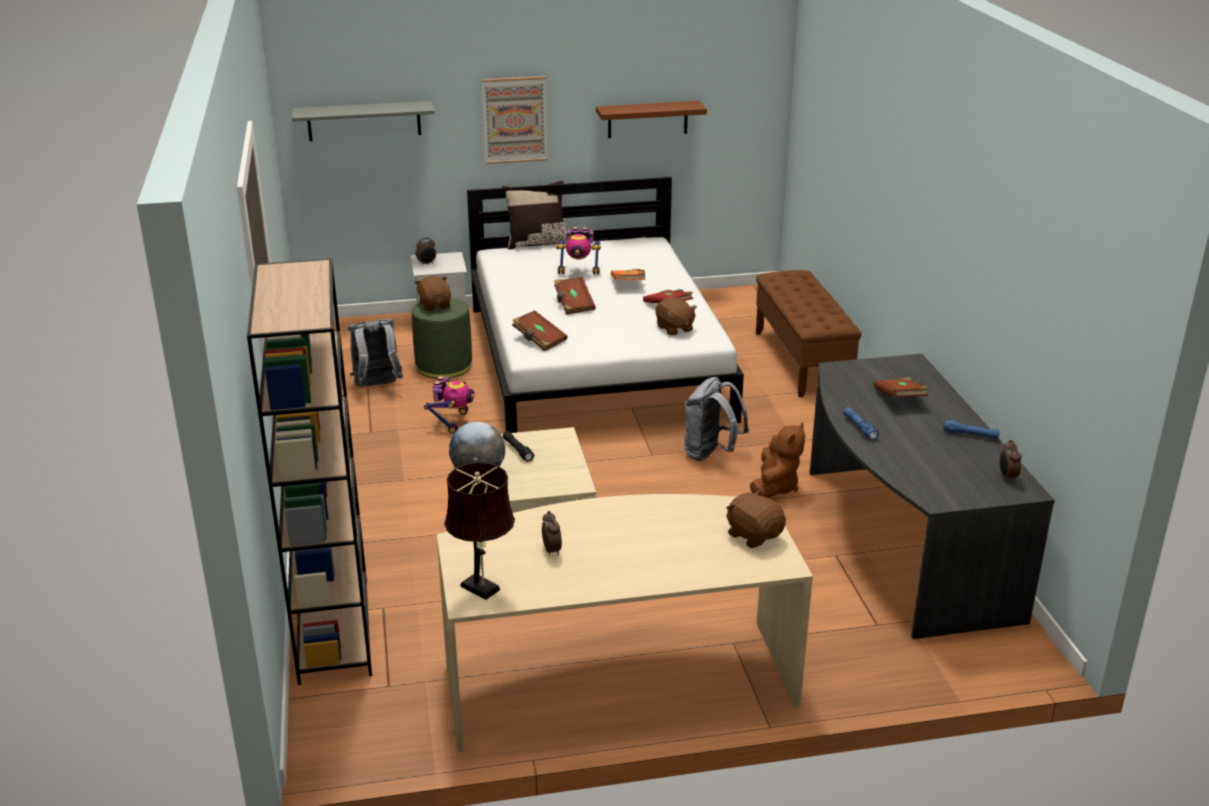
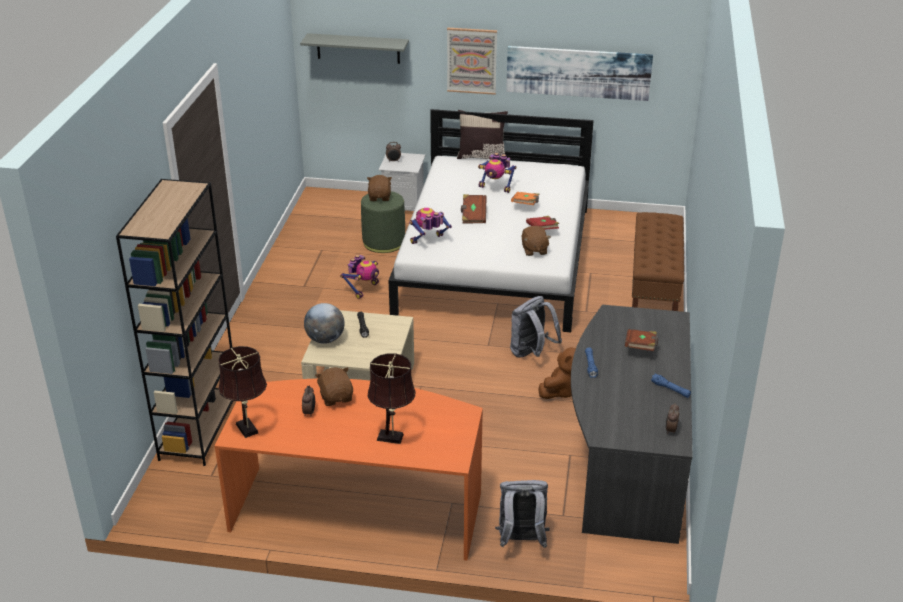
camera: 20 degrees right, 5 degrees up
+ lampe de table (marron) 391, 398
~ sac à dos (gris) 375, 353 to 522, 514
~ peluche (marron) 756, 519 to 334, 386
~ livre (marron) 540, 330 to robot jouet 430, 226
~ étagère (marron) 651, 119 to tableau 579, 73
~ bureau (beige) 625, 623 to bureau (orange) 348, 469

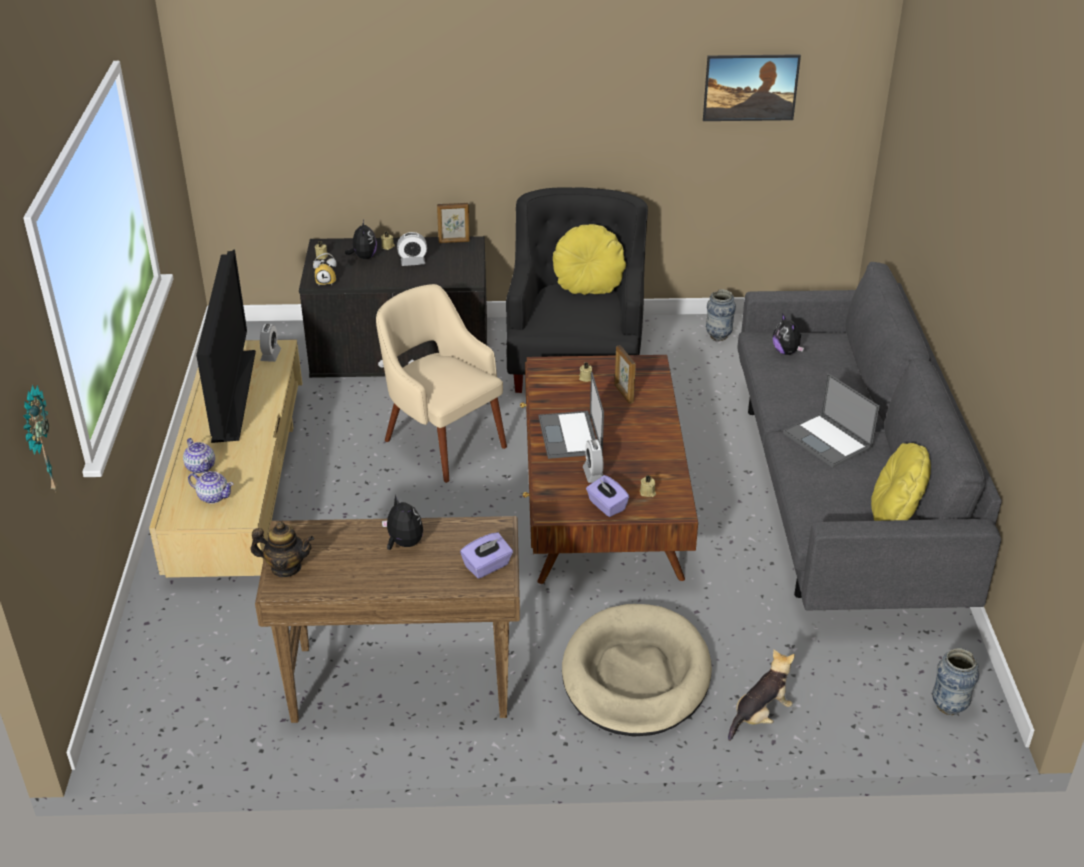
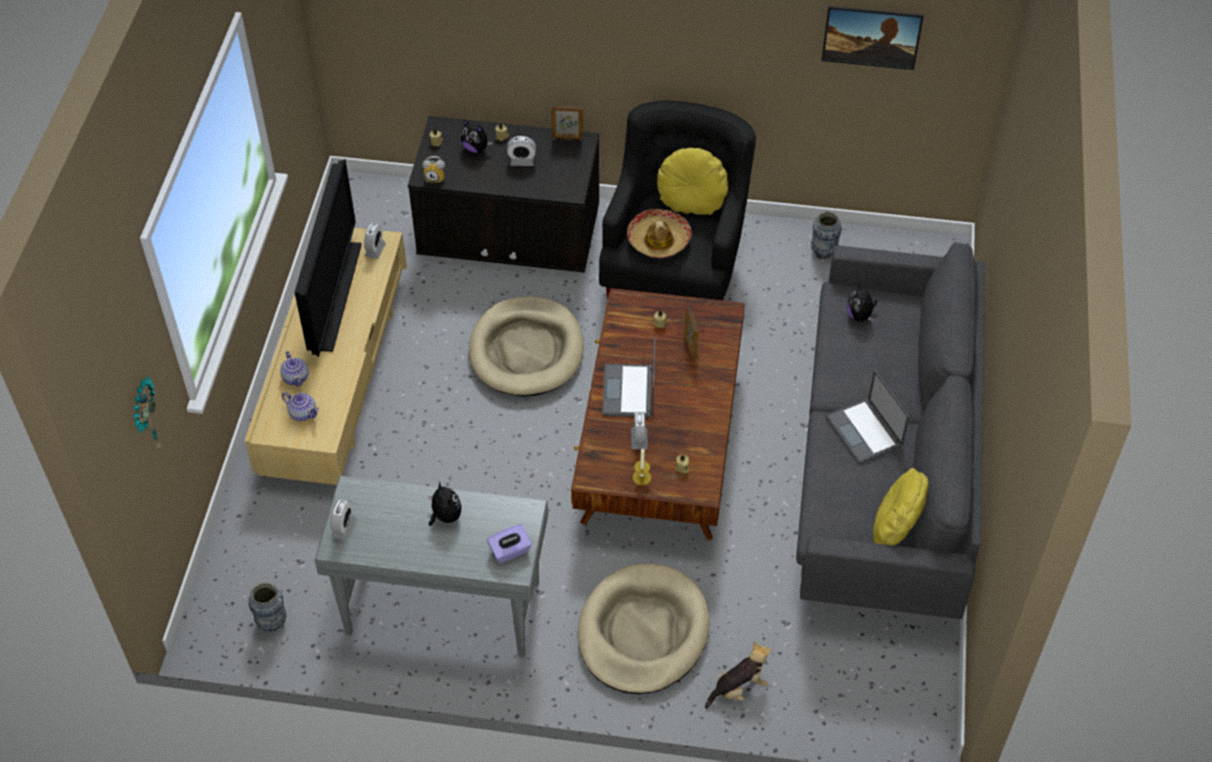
camera: 10 degrees right, 15 degrees up
+ chapeau 659, 233
~ vase 955, 681 to 267, 607
~ théière 282, 549 to réveil 344, 519
~ fauteuil (beige) 441, 383 to panier pour chien (beige) 526, 346
~ boîte à mouchoirs (violet) 607, 496 to bougie 642, 467
~ table console (marron) 387, 619 to table console (gris) 431, 567
~ peluche 361, 239 = 477, 136 120 degrees clockwise

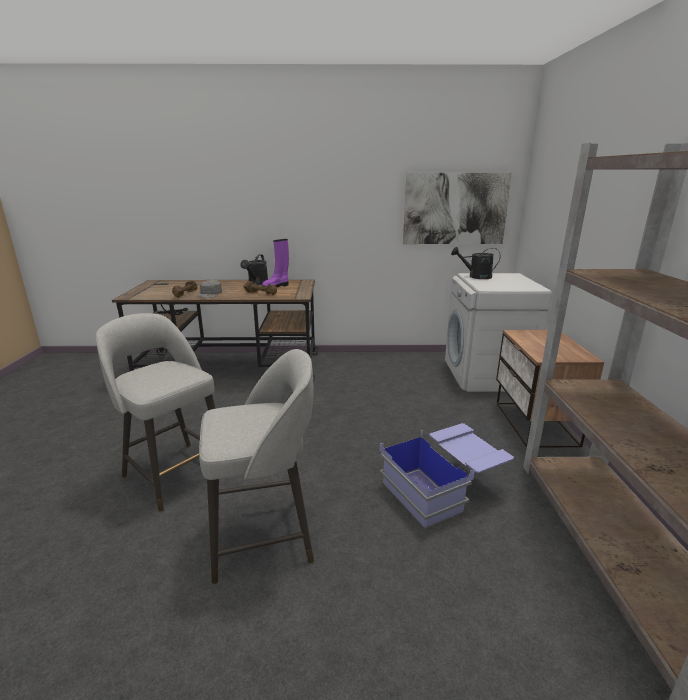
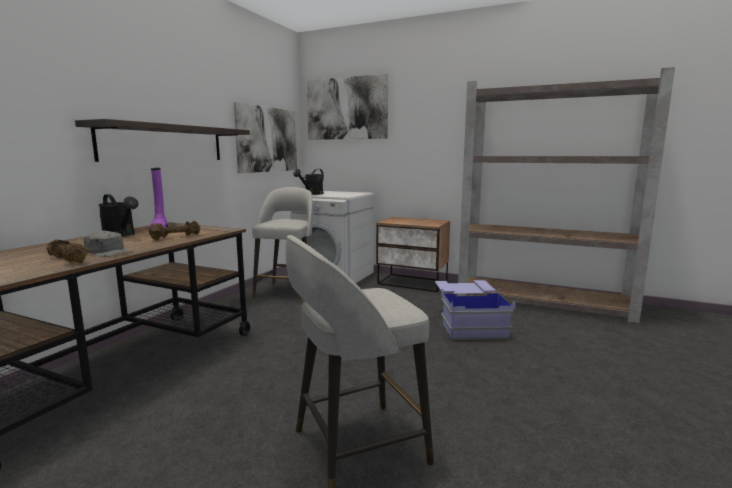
camera: 65 degrees left, 10 degrees down
+ étagère 162, 140
+ tableau 347, 107
~ tabouret (gris) 256, 466 to 282, 244

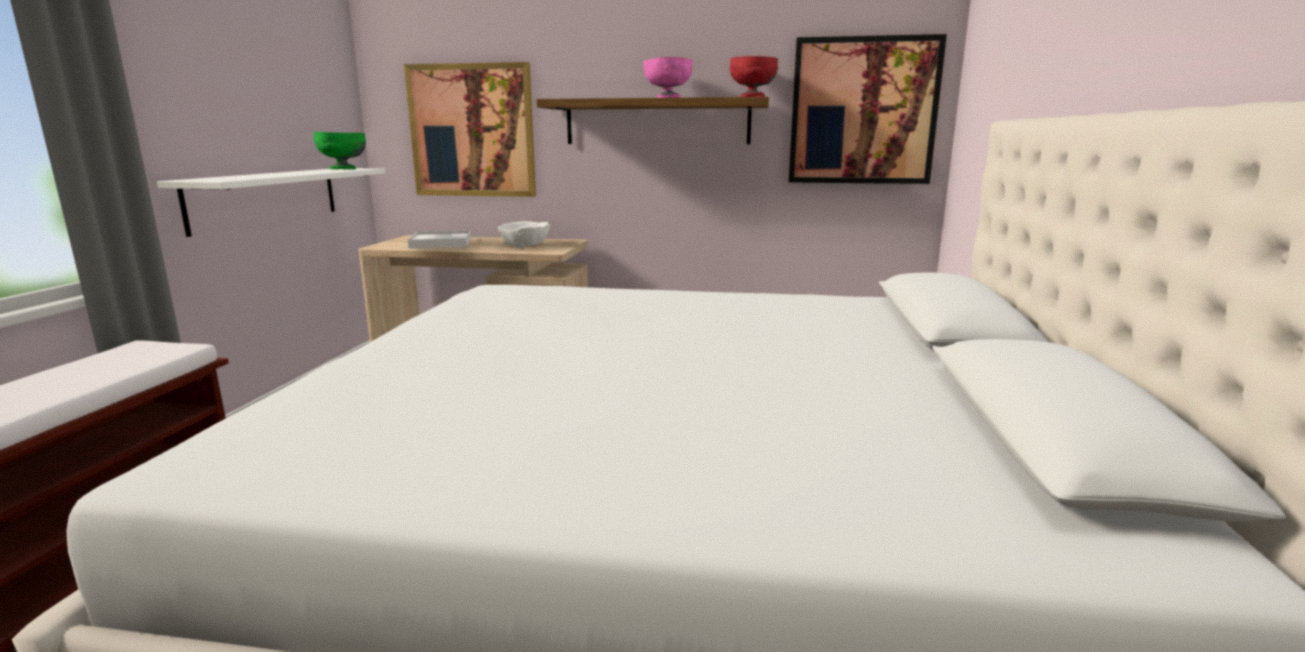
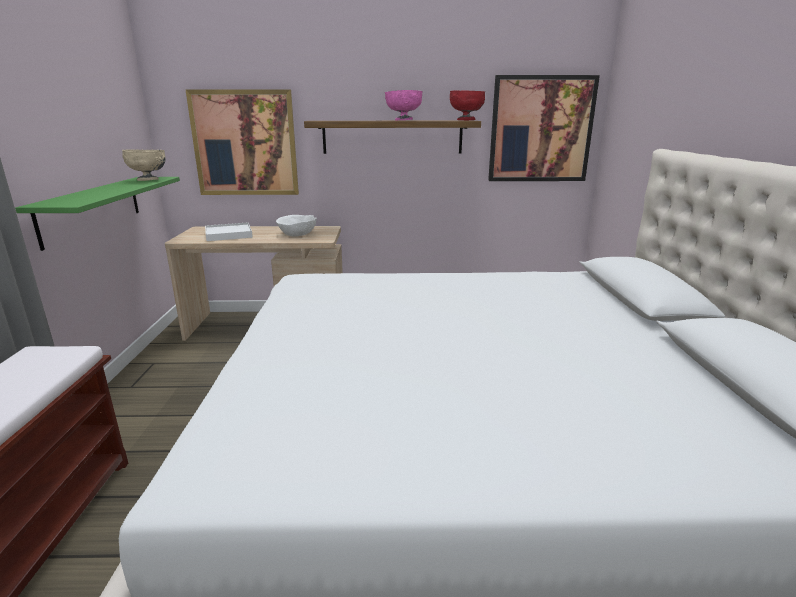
camera: 10 degrees left, 5 degrees up
~ étagère (blanc) 271, 202 to étagère (vert) 97, 214
~ bol (vert) 340, 150 to bol (beige) 143, 165

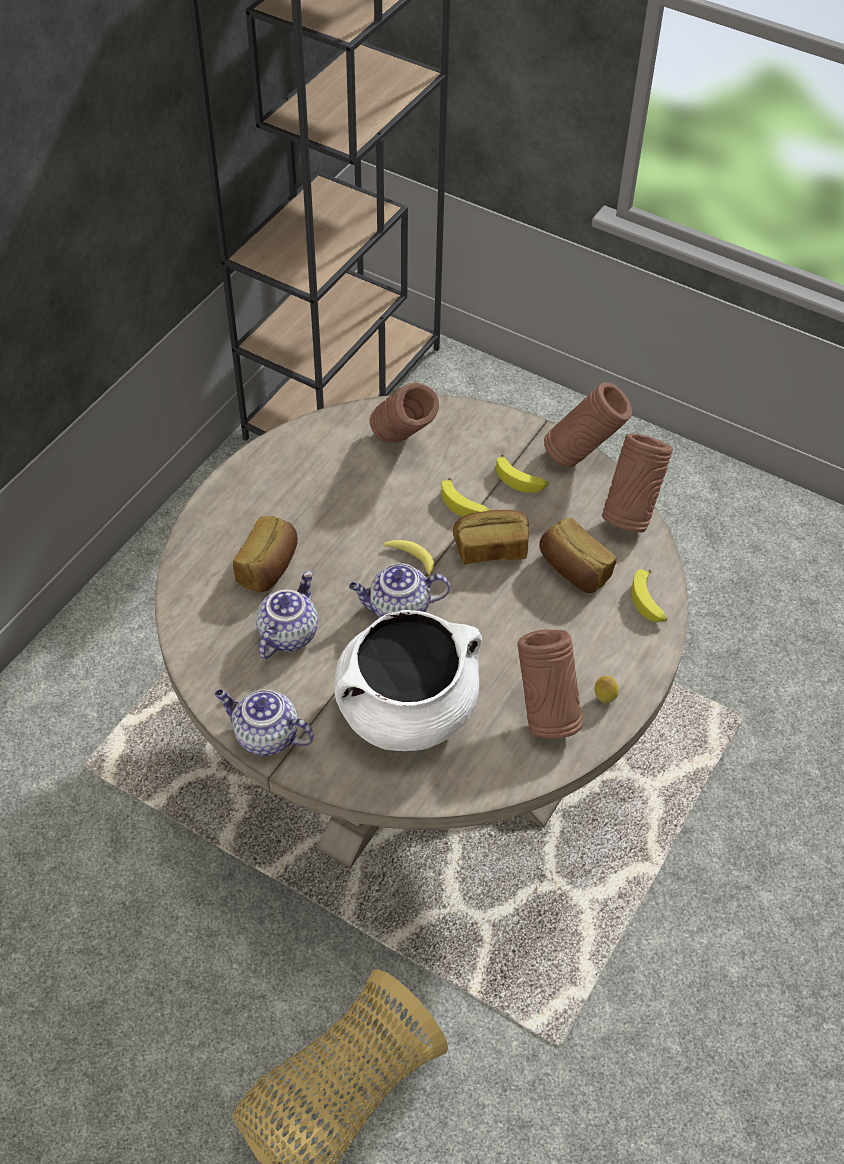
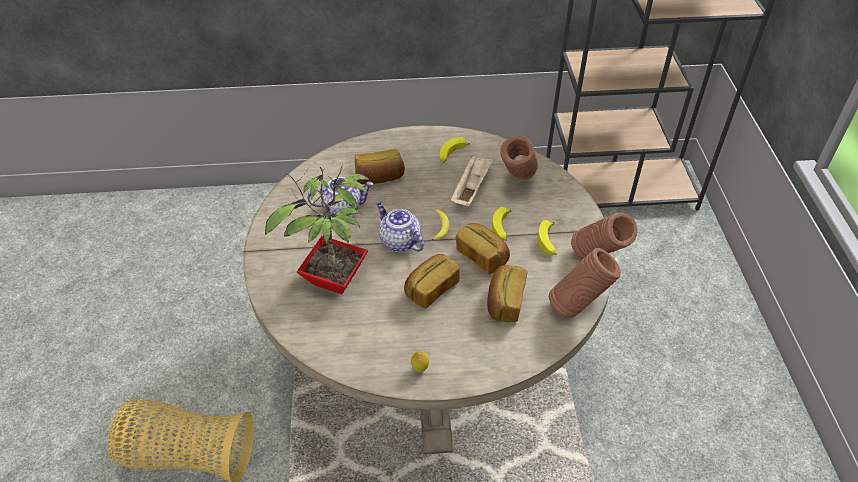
camera: 55 degrees right, 5 degrees down
- théière 264, 722
- vase (marron) 550, 684
+ pain 432, 281
+ plateau (beige) 471, 181
~ banane 649, 595 to 454, 150
~ marmite (blanc) 408, 680 to plante en pot 317, 229

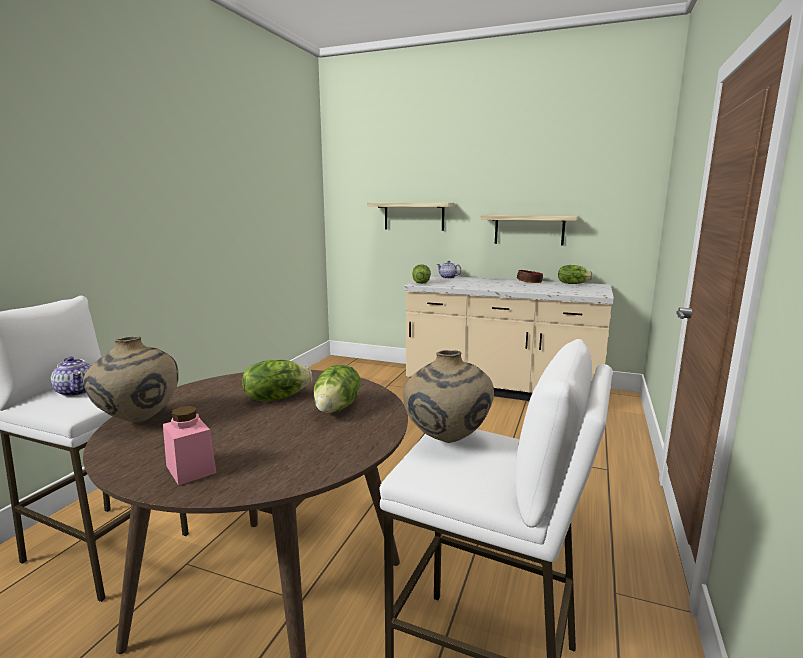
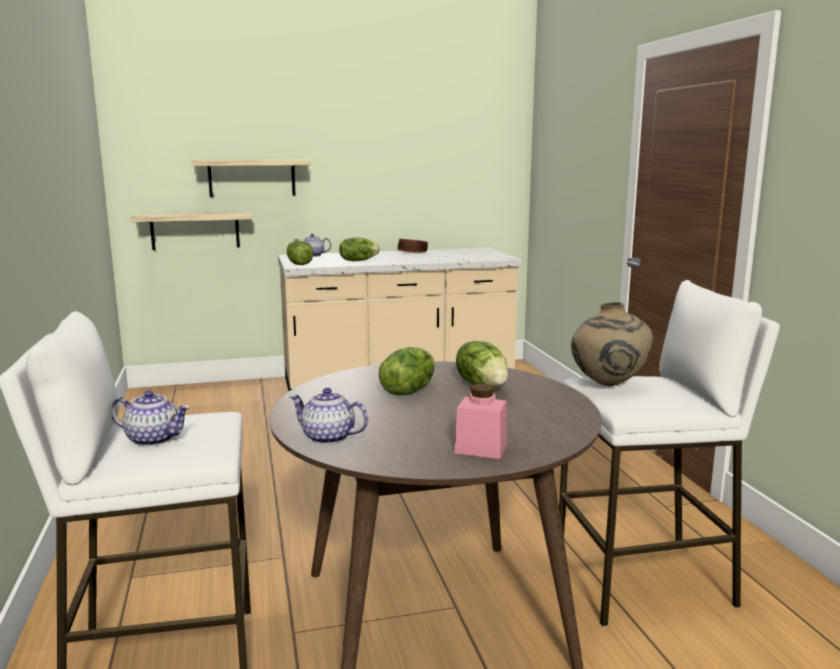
camera: 35 degrees left, 0 degrees up
~ étagère 529, 230 to 191, 231
~ laitue 575, 274 to 359, 249
~ vase (beige) 131, 379 to théière 328, 416

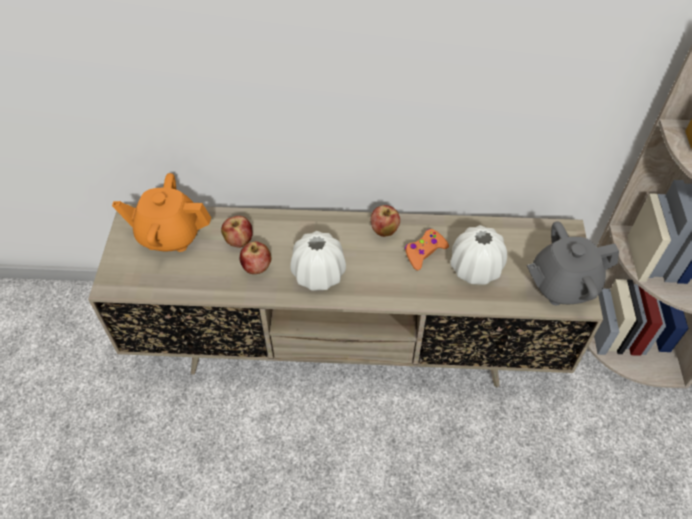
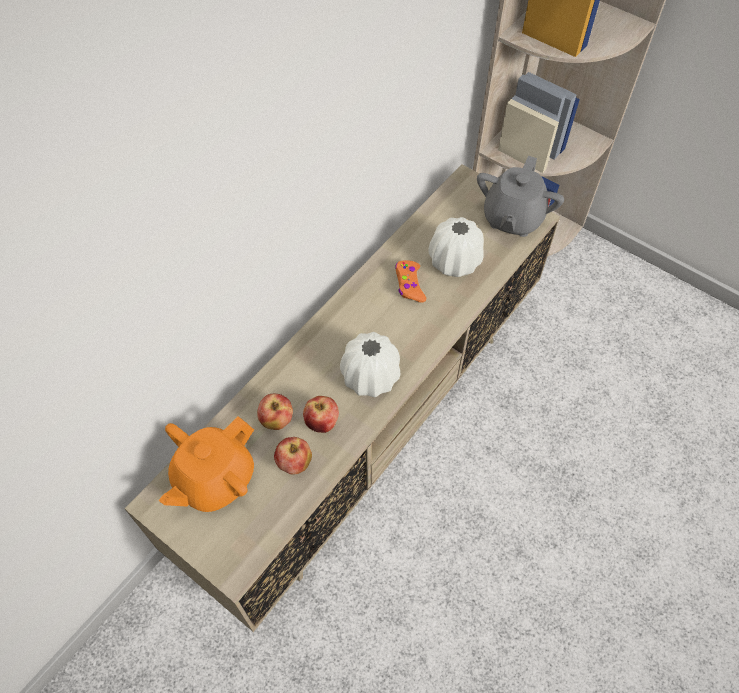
camera: 55 degrees left, 5 degrees up
~ pomme 385, 221 to 293, 456

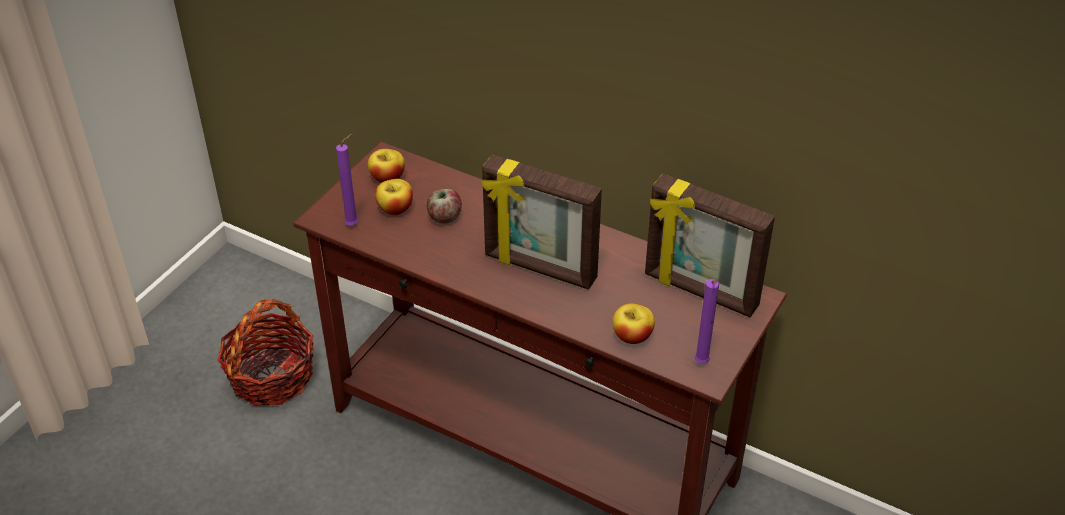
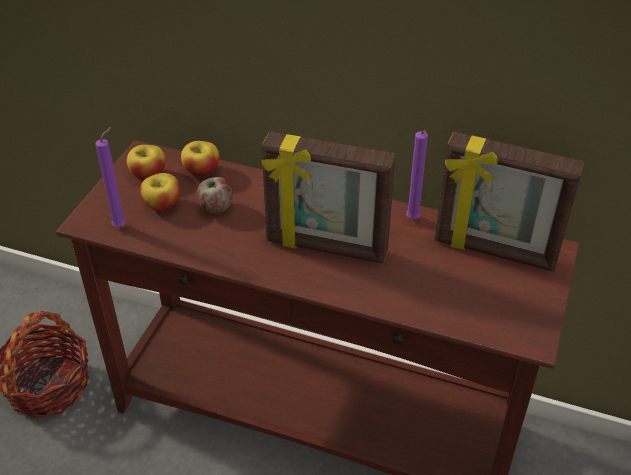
camera: 10 degrees left, 0 degrees up
~ pomme 633, 323 to 200, 159
~ bougie (violet) 706, 321 to 417, 174

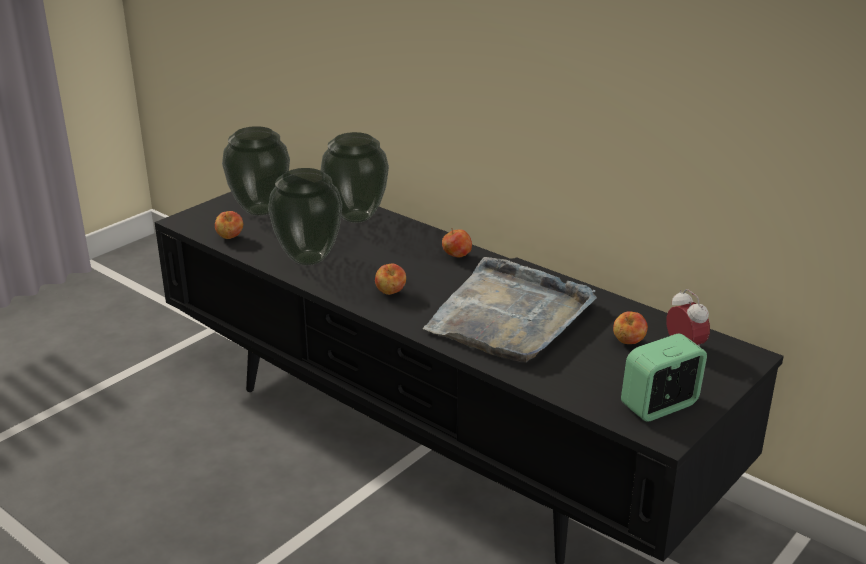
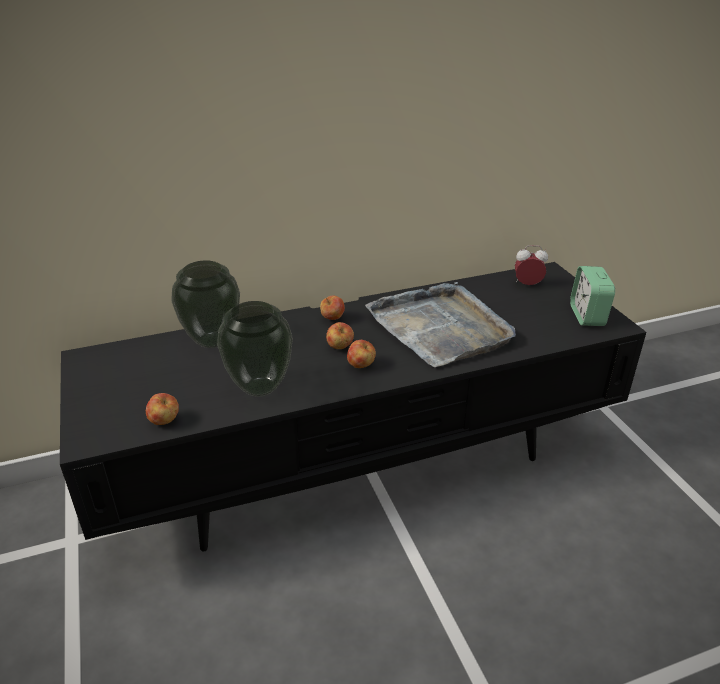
camera: 60 degrees left, 5 degrees up
- vase 256, 171
~ pomme 630, 327 to 340, 335

